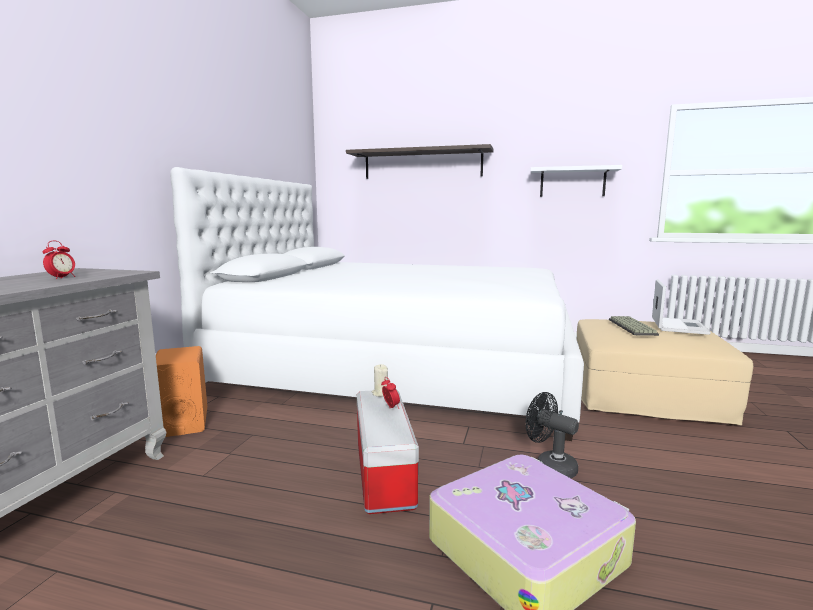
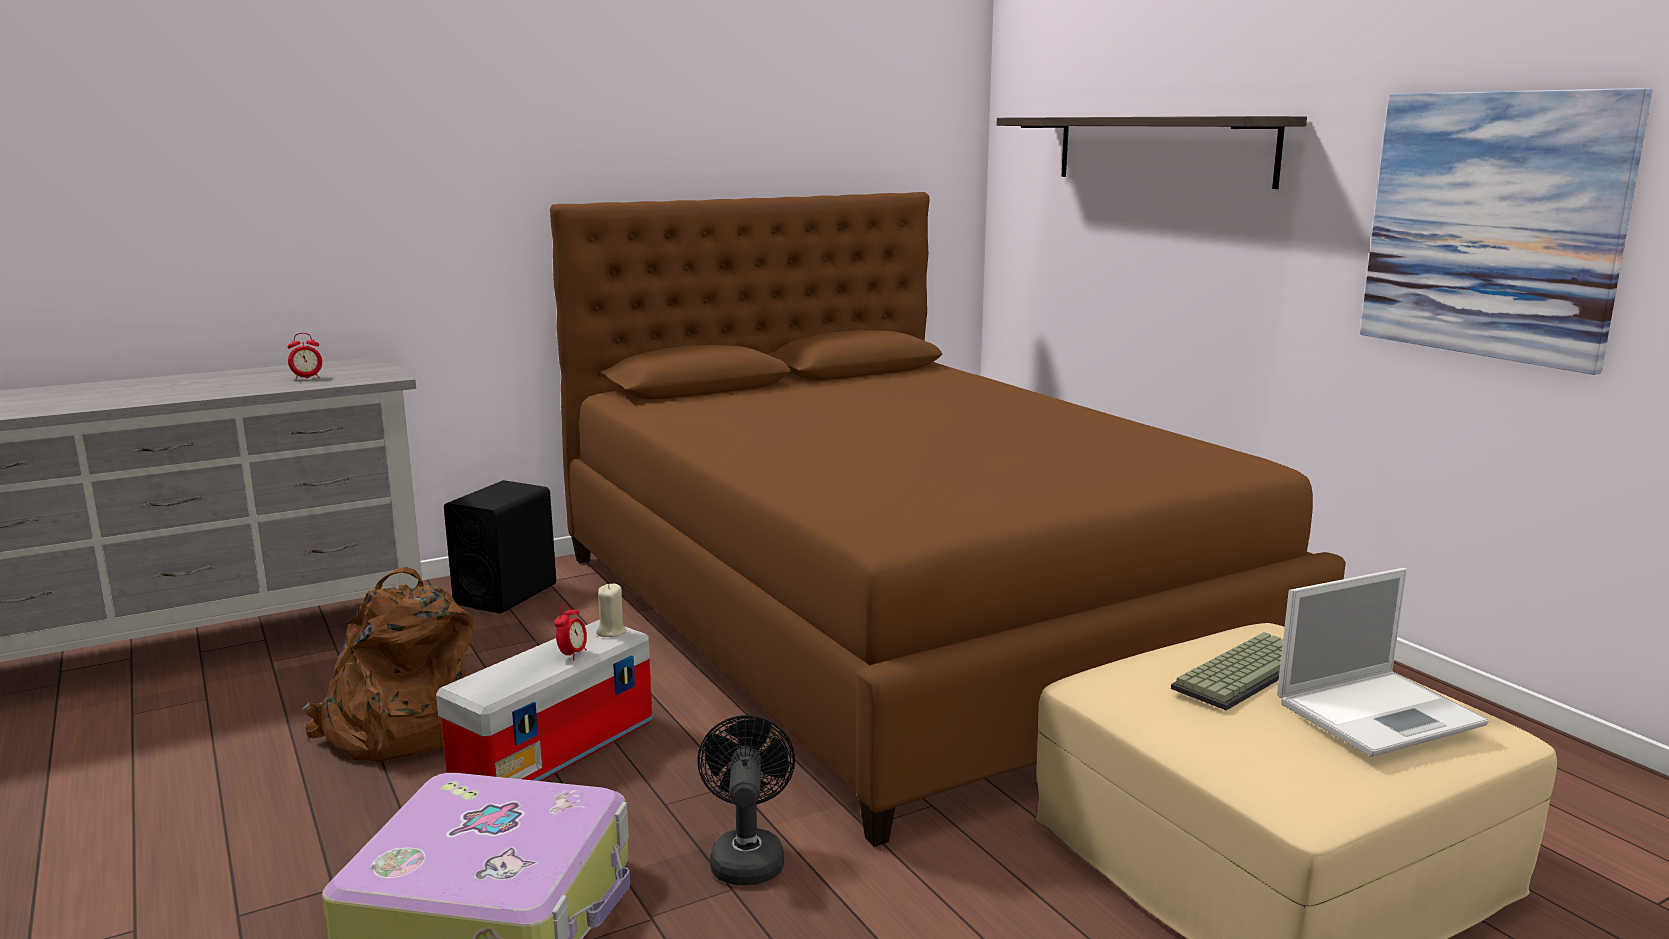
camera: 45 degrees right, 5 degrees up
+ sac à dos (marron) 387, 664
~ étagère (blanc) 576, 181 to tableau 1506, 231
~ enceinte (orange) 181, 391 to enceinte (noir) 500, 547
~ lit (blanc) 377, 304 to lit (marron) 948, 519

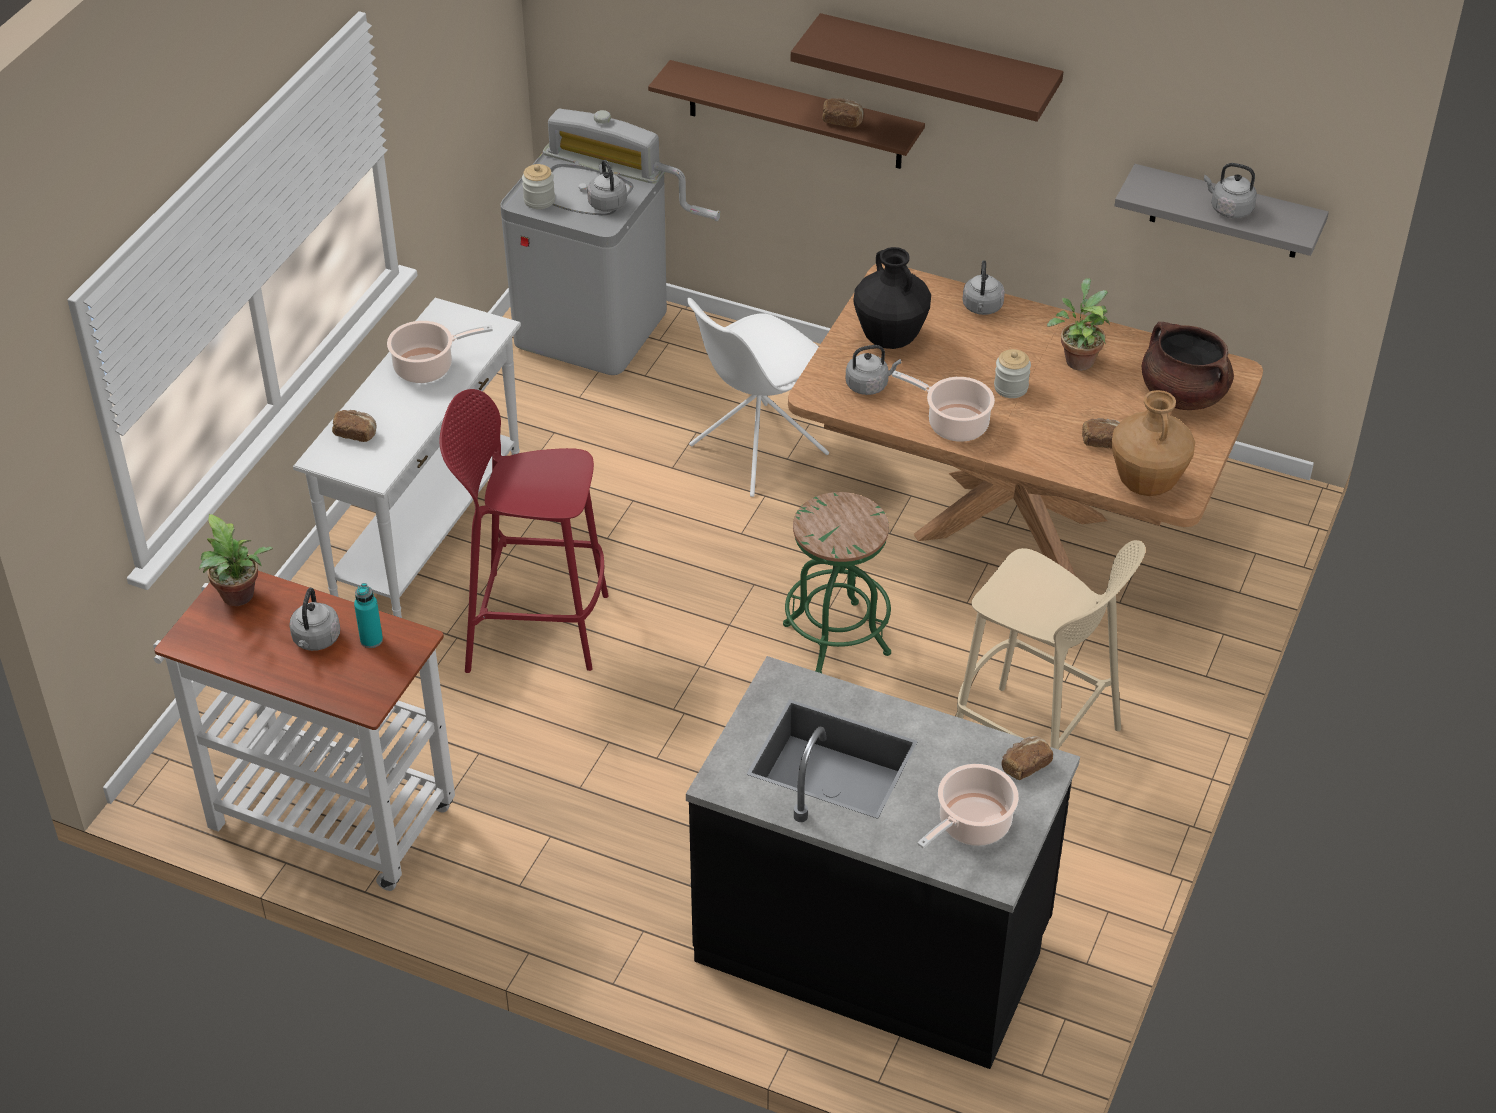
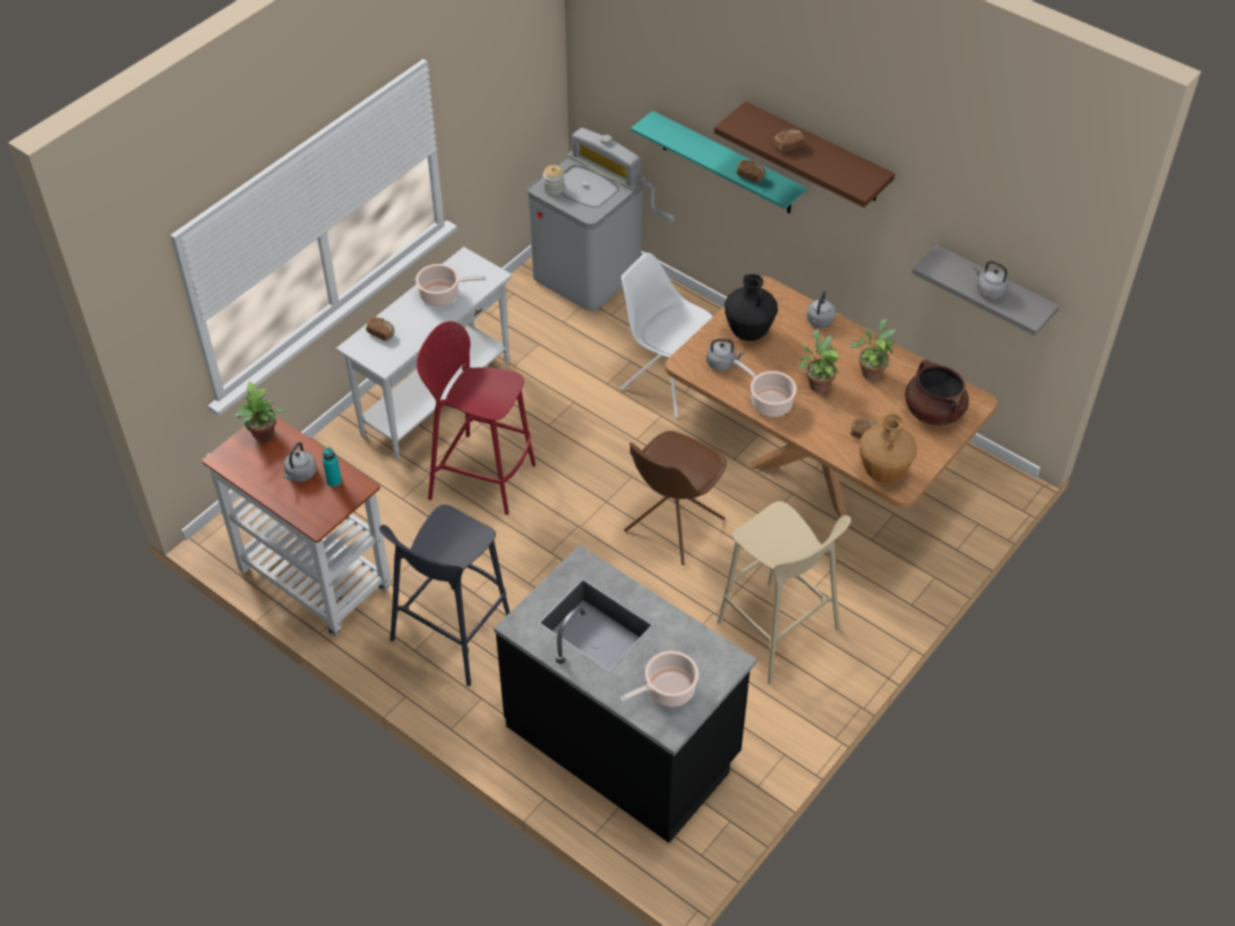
camera: 15 degrees right, 5 degrees up
- bouilloire (gris) 607, 186
+ tabouret (gris) 444, 595
~ pain 1027, 758 to 788, 140
~ tabouret (vert) 837, 582 to chaise (marron) 675, 498
~ bocal 1012, 373 to plante en pot 819, 361
~ étagère (marron) 786, 114 to étagère (turquoise) 719, 162
~ chaise (blanc) 758, 397 = 667, 335 60 degrees clockwise

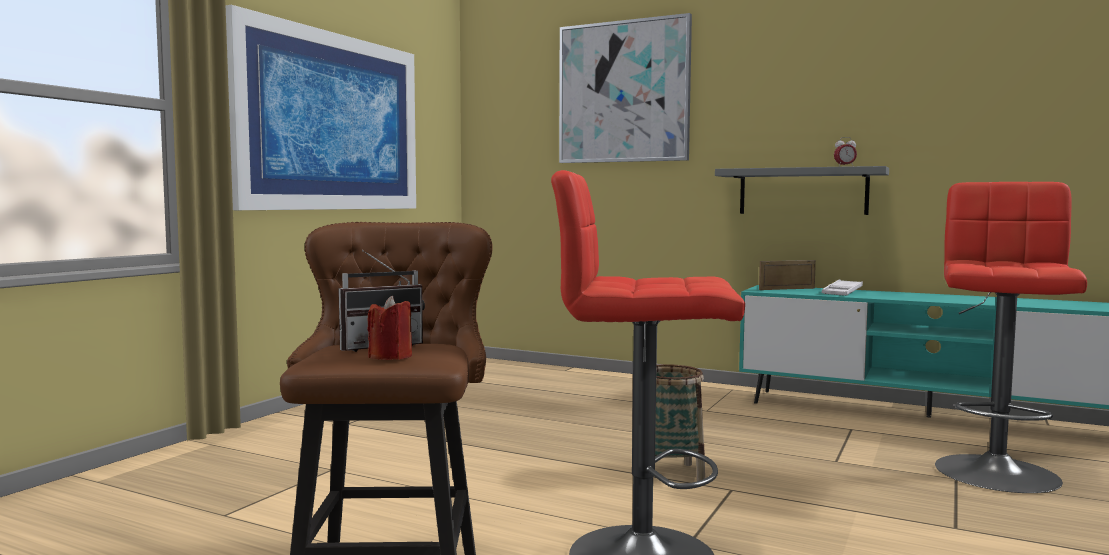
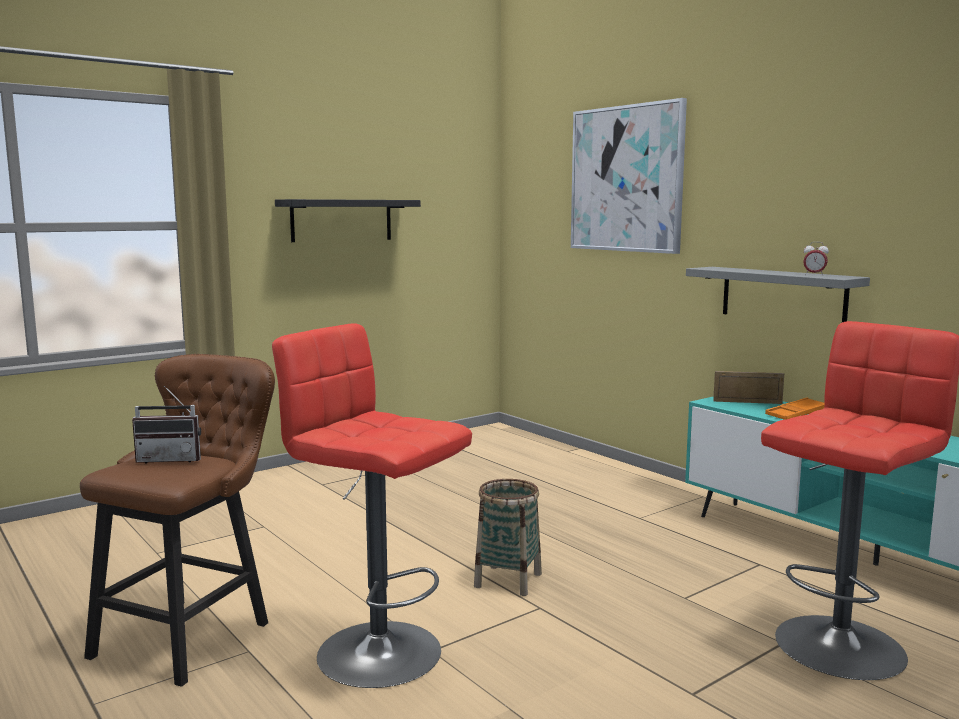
camera: 25 degrees right, 5 degrees up
- bougie (rouge) 389, 328
~ tableau 321, 107 to étagère (noir) 348, 220
~ plateau (blanc) 842, 287 to plateau (orange) 794, 408

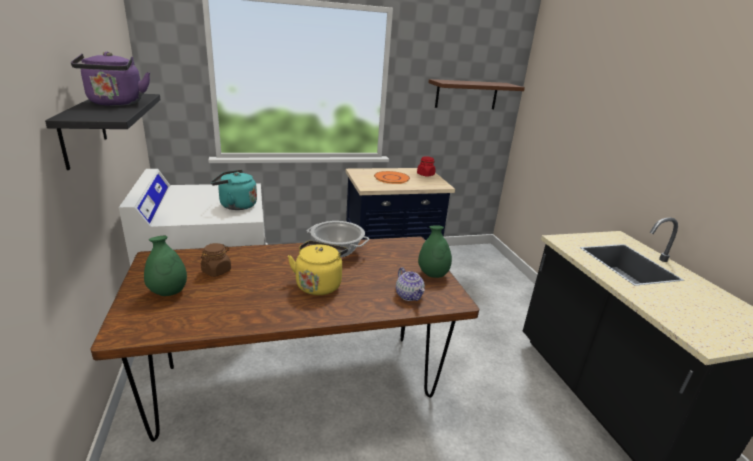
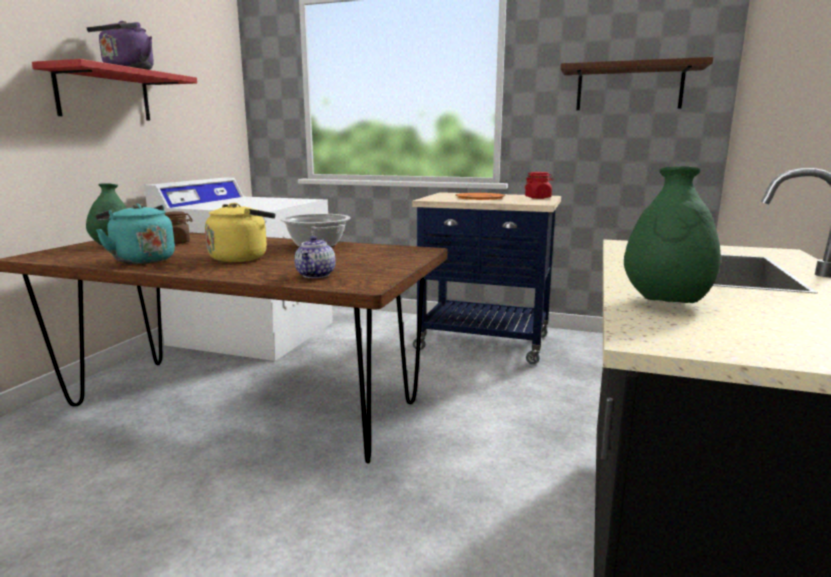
camera: 35 degrees right, 10 degrees down
~ bouilloire (turquoise) 234, 190 to 135, 234
~ vase (vert) 435, 251 to 672, 234
~ étagère (noir) 103, 132 to étagère (rouge) 114, 90

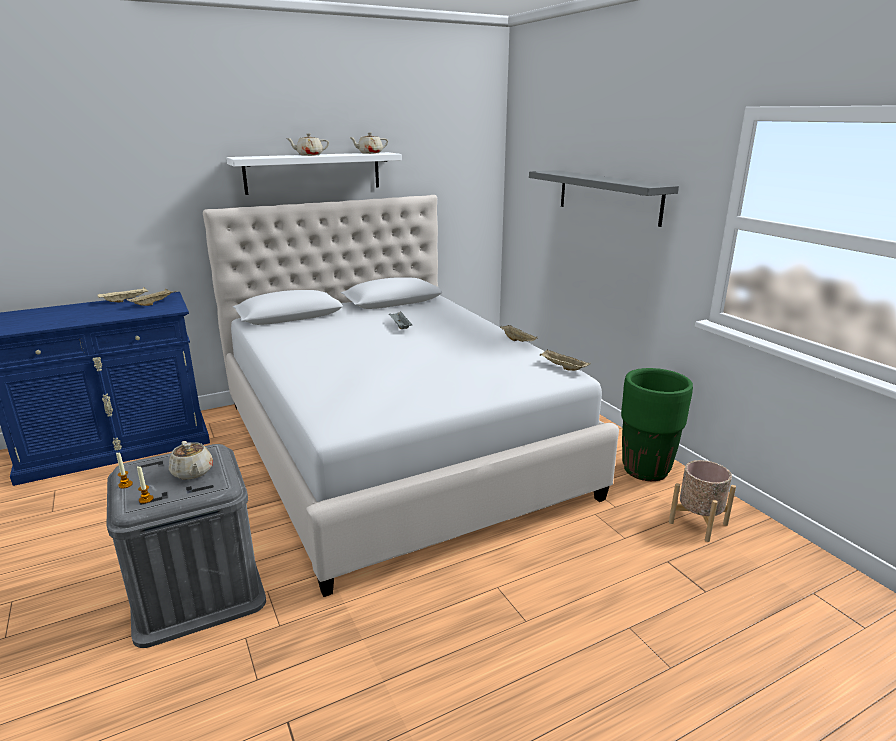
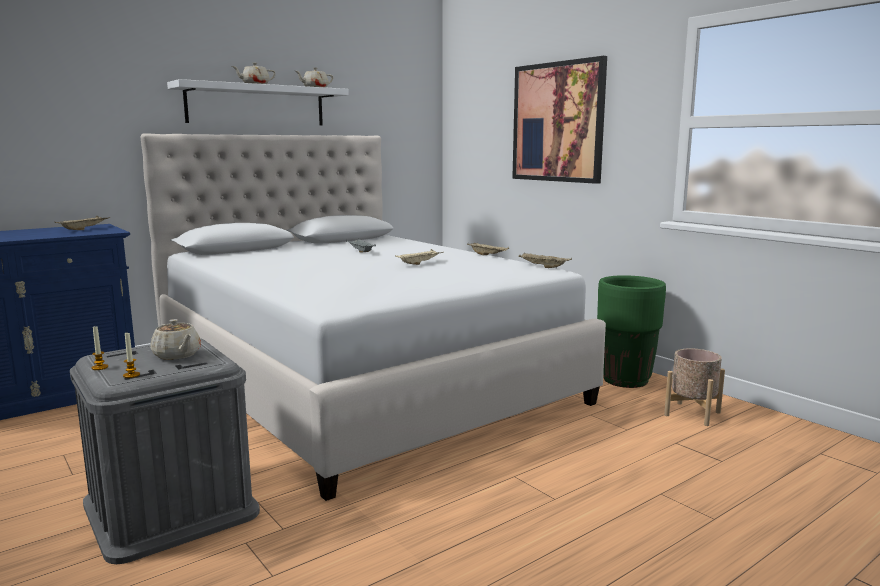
camera: 10 degrees left, 10 degrees down
~ plateau (beige) 122, 294 to 419, 257
~ étagère (gris) 604, 198 to tableau 559, 120

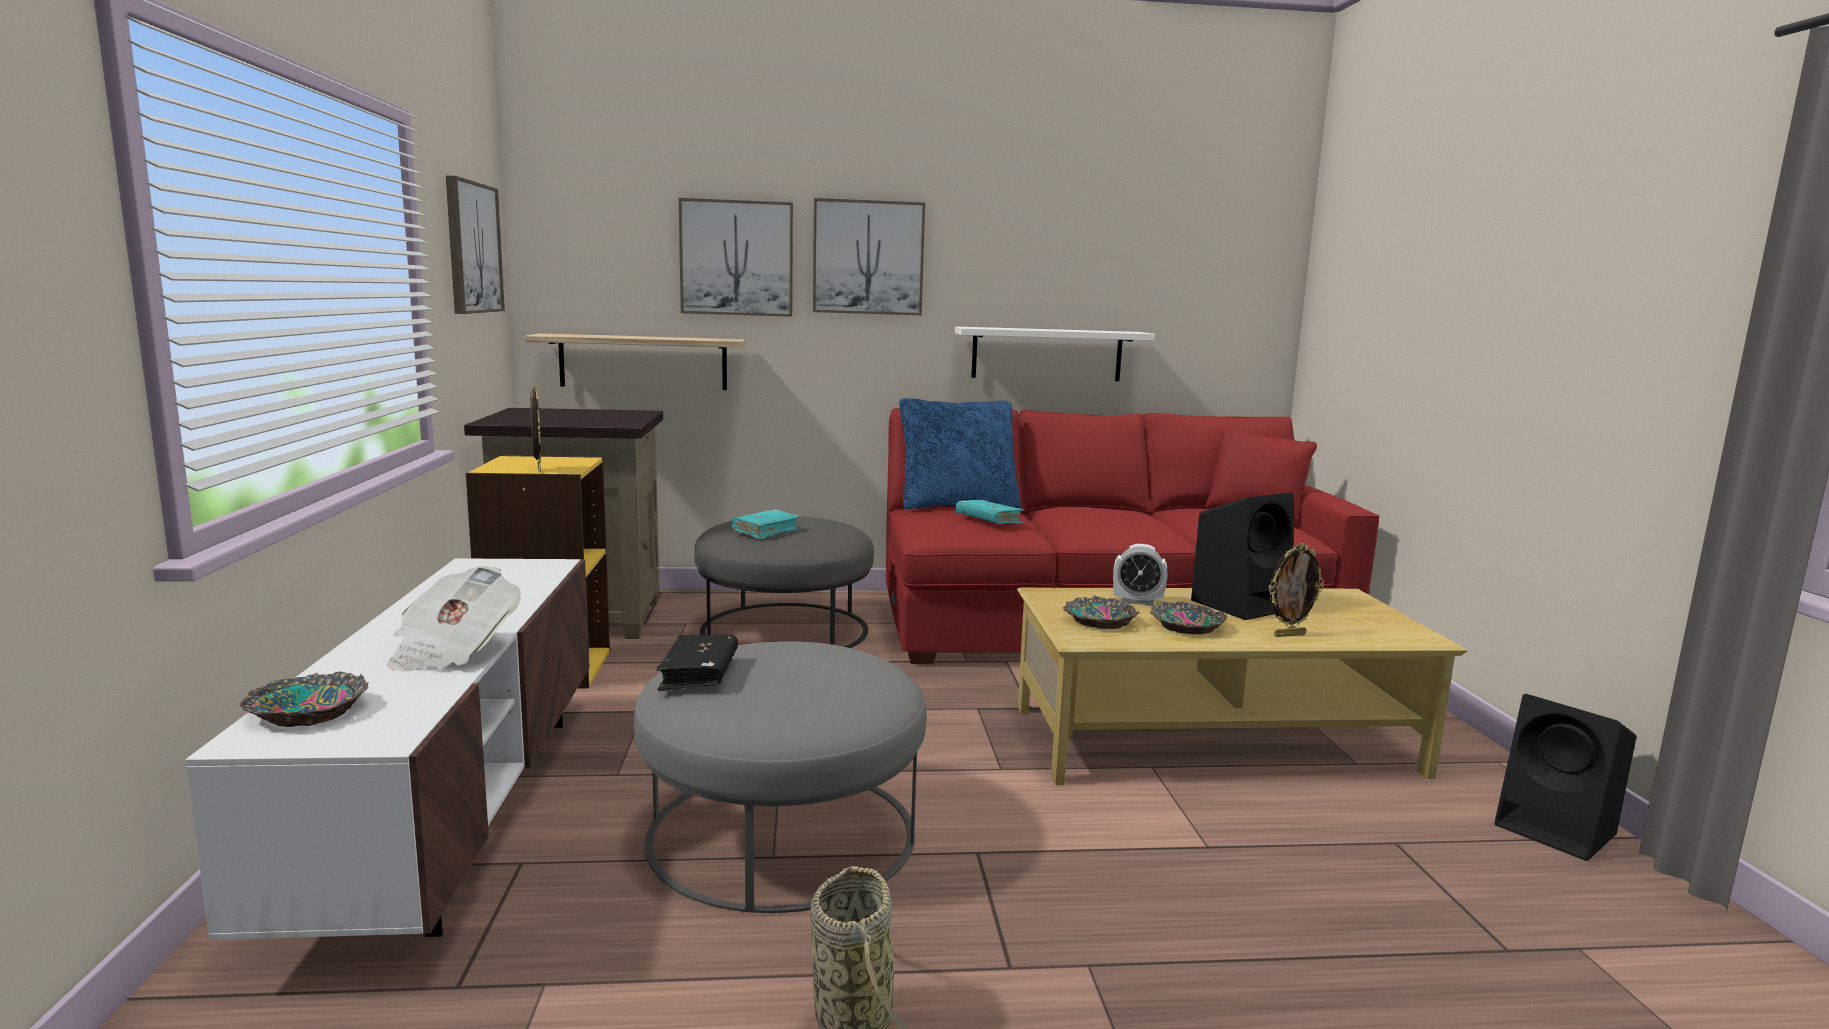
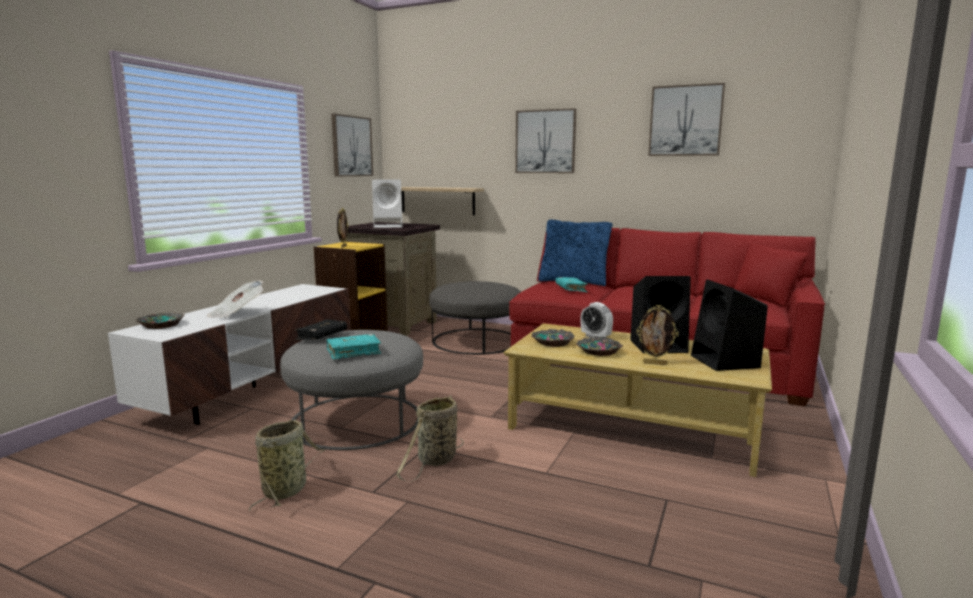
camera: 30 degrees right, 0 degrees up
- étagère (blanc) 1055, 353
+ enceinte (blanc) 387, 204
+ panier 430, 438
~ tableau 736, 257 to 686, 119
~ livre (turquoise) 766, 524 to 354, 347
~ enceinte (noir) 1565, 777 to 729, 325

